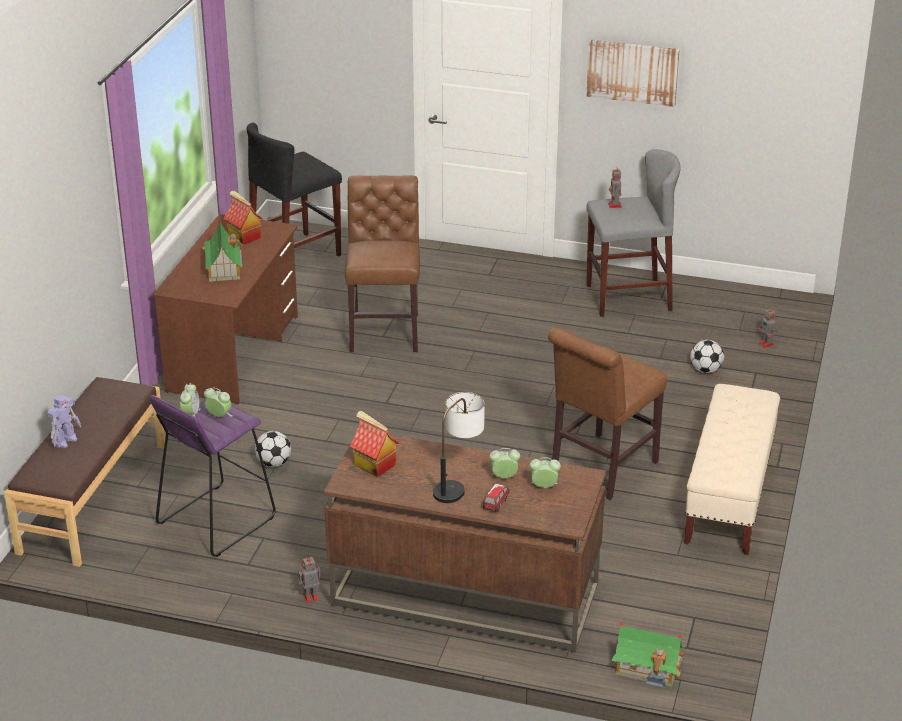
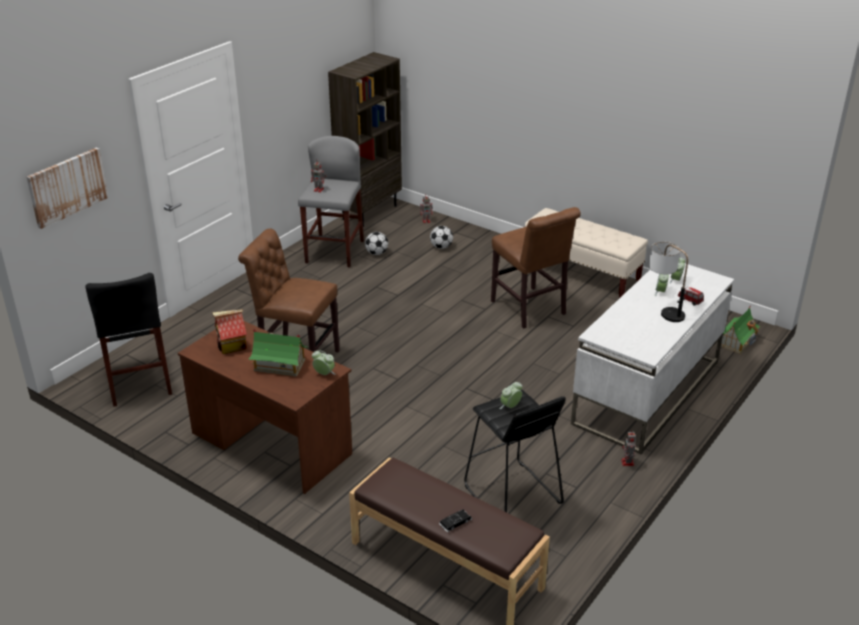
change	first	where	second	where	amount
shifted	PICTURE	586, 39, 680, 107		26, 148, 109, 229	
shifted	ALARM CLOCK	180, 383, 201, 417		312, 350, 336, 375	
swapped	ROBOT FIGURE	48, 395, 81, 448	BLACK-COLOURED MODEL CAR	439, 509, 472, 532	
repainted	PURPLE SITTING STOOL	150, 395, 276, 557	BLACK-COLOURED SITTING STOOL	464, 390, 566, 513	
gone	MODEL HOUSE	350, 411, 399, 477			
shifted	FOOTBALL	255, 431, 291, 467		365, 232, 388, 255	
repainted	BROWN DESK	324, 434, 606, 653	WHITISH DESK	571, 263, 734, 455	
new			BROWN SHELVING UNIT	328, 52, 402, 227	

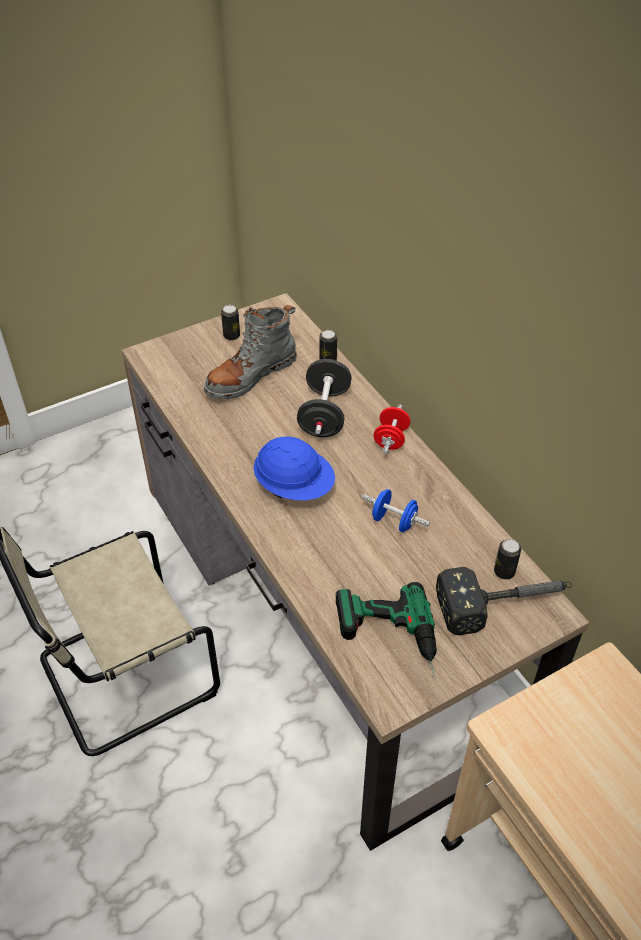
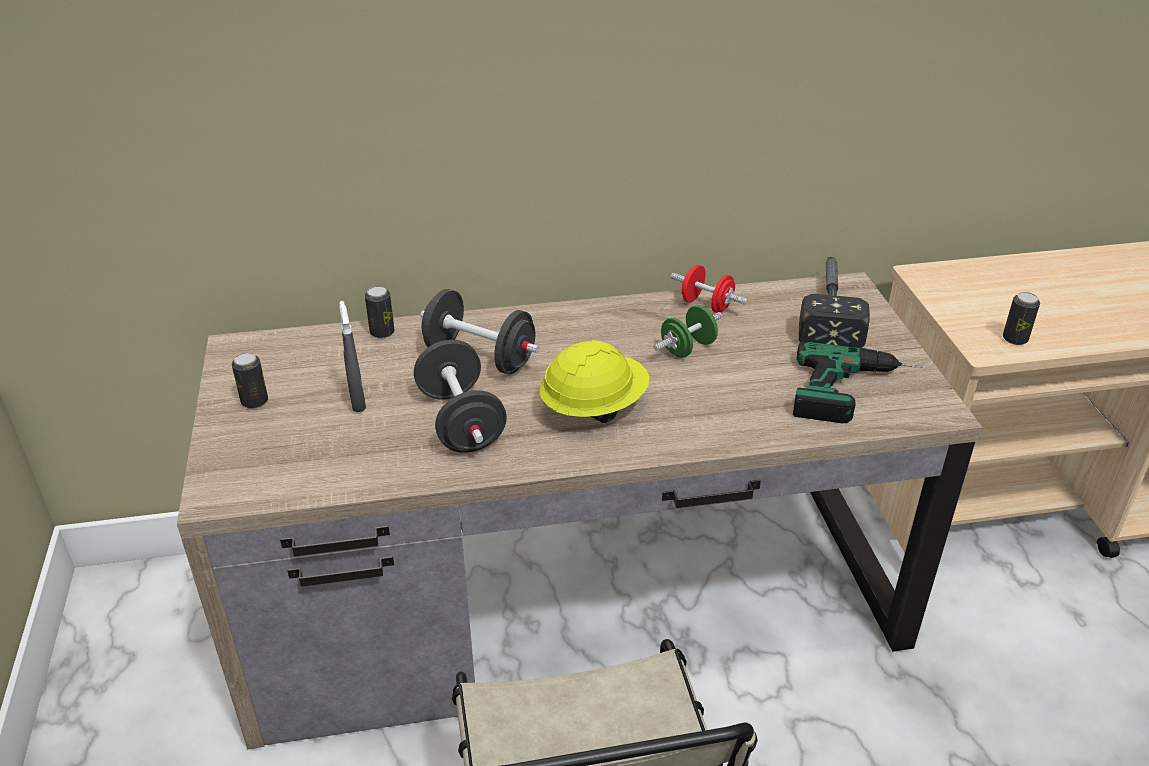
change	first	where	second	where	amount
swapped	GREYISH TALL BOOT	204, 305, 297, 399	GREYISH HAND SPRAYER	339, 301, 366, 412	
shifted	RED-COLOURED DUMBBELL	374, 404, 410, 454		671, 265, 748, 313	
repainted	BLUISH HARD HAT	254, 437, 335, 500	YELLOWISH HARD HAT	539, 340, 649, 423	
repainted	BLUISH DUMBBELL	362, 489, 430, 532	GREENISH DUMBBELL	654, 305, 722, 358	
shifted	CAN	494, 539, 521, 579		1003, 292, 1040, 345	
new			BLACK-COLOURED DUMBBELL	414, 340, 507, 453	

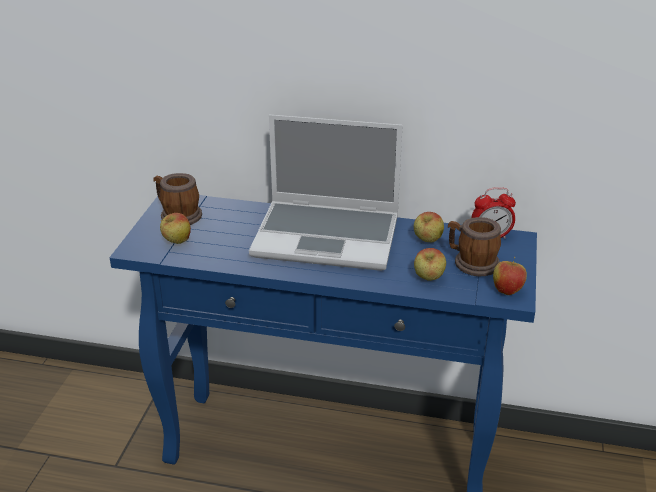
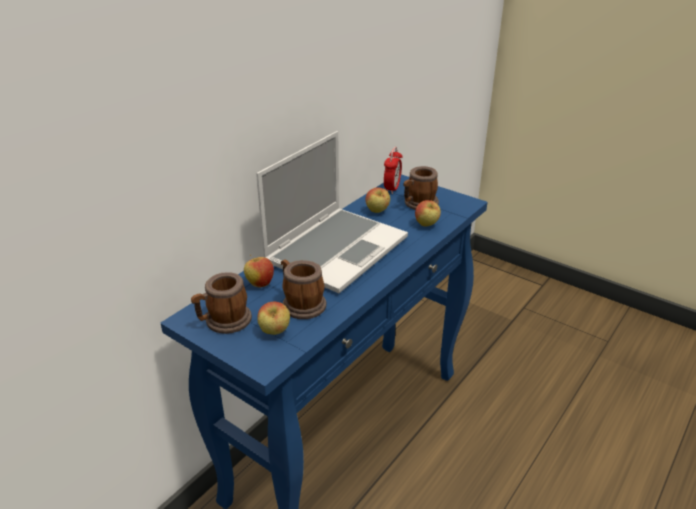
change	first	where	second	where	amount
shifted	APPLE FRUIT	493, 257, 527, 295		244, 255, 274, 288	
new			COFFEE MUG	281, 259, 326, 319	

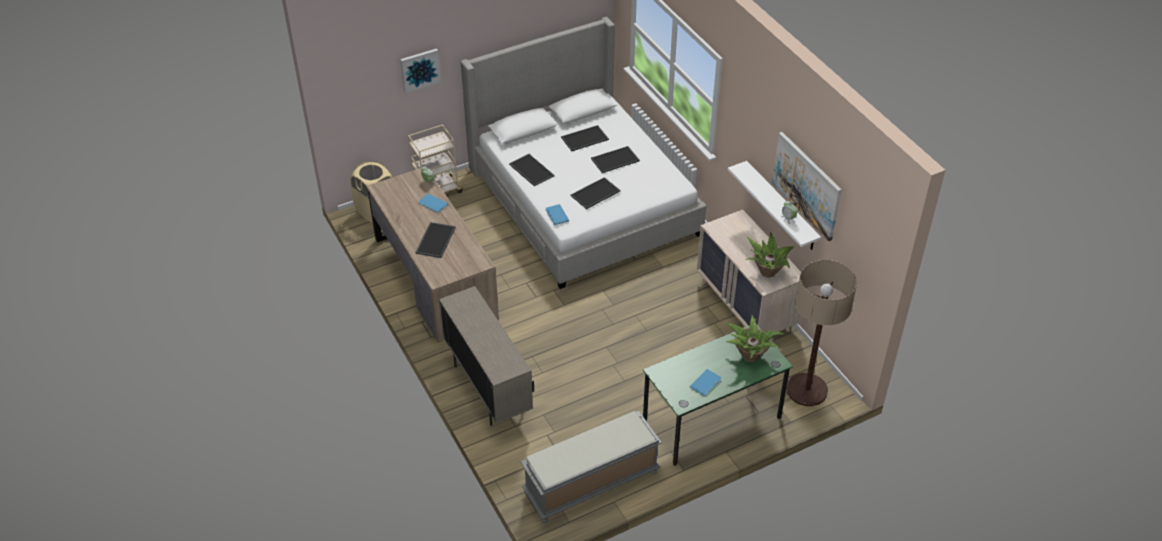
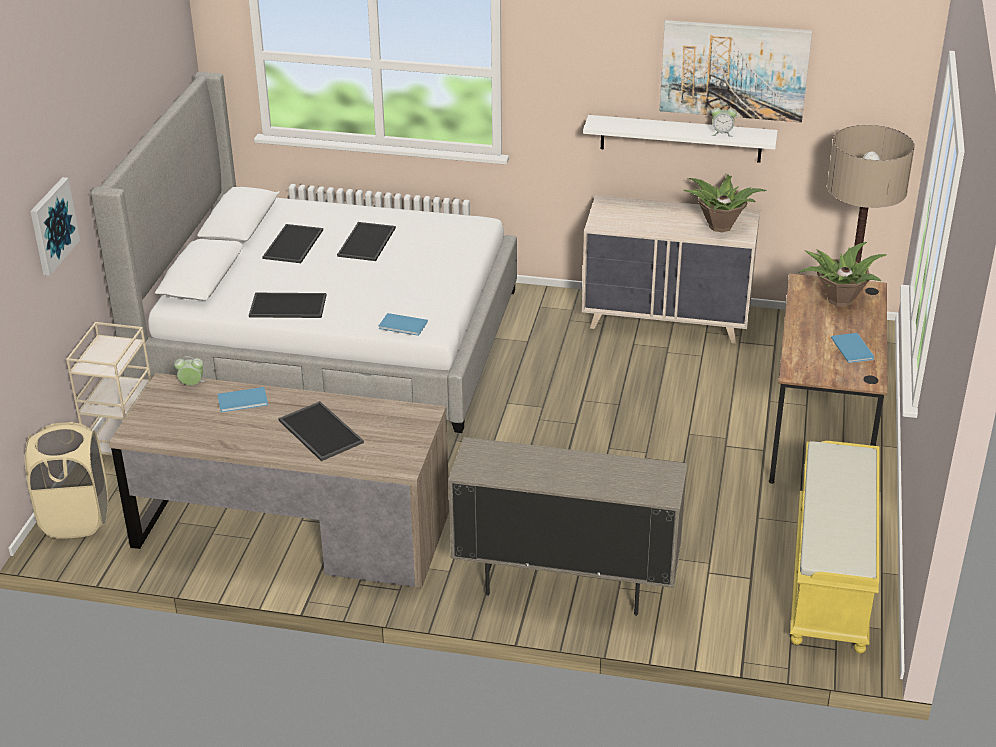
change	first	where	second	where	amount
gone	TRAY	571, 177, 620, 209			
repainted	GREENISH DESK	643, 324, 793, 466	BROWN DESK	769, 274, 887, 484	
repainted	GREYISH BENCH	520, 411, 662, 523	YELLOWISH BENCH	790, 441, 880, 653	

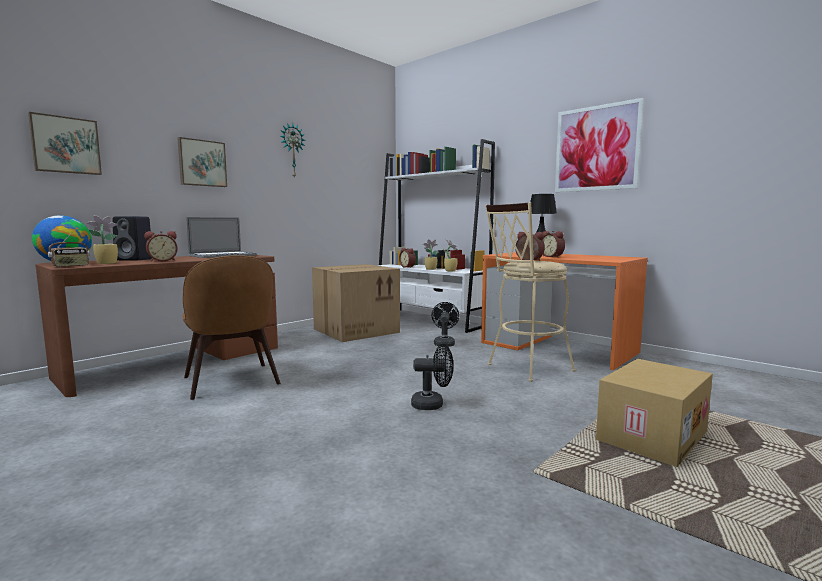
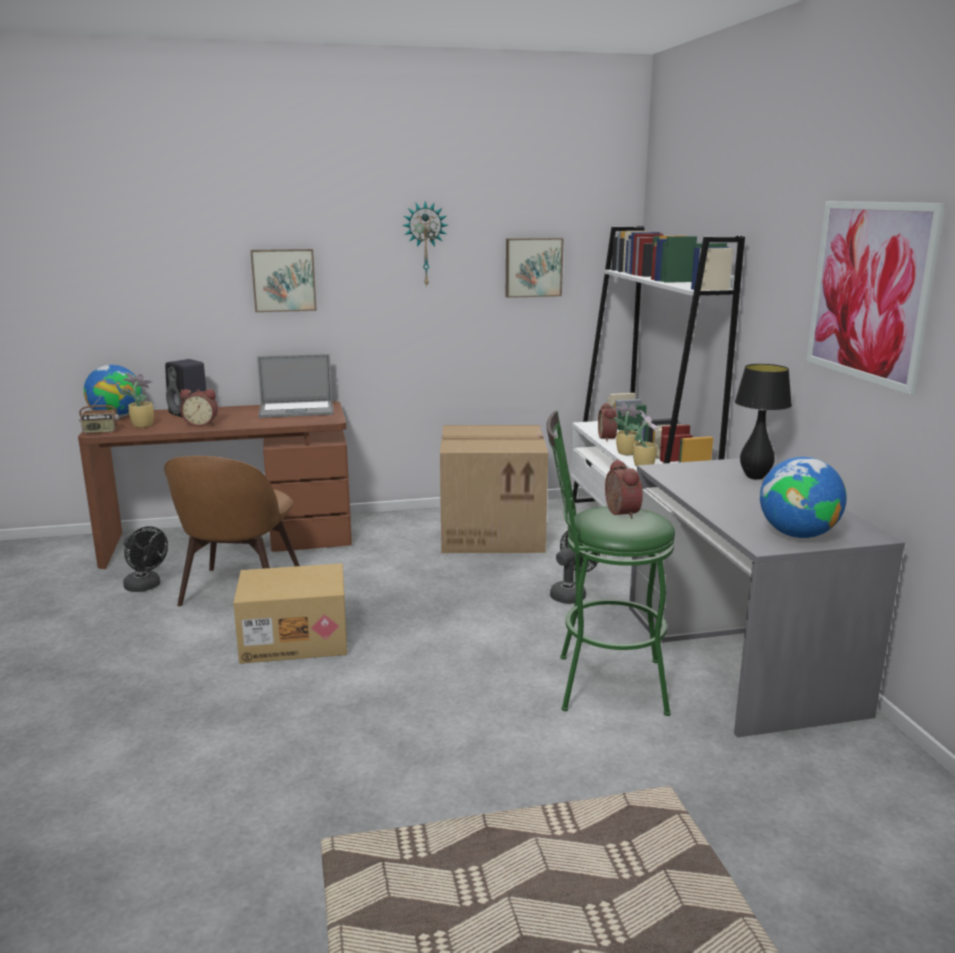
change	first	where	second	where	amount
shifted	PICTURE	28, 112, 102, 175		506, 238, 564, 298	
repainted	BEIGE SITTING STOOL	485, 202, 576, 382	GREENISH SITTING STOOL	546, 410, 675, 716	
gone	ALARM CLOCK	543, 231, 565, 257			
repainted	ORANGEY DESK	481, 252, 648, 370	GREYISH DESK	629, 458, 905, 737	
shifted	BLACK-COLOURED FAN	411, 344, 454, 410		123, 526, 168, 592	
shifted	CARTON	596, 359, 713, 467		233, 563, 347, 664	
new			DESK GLOBE	760, 457, 847, 538	

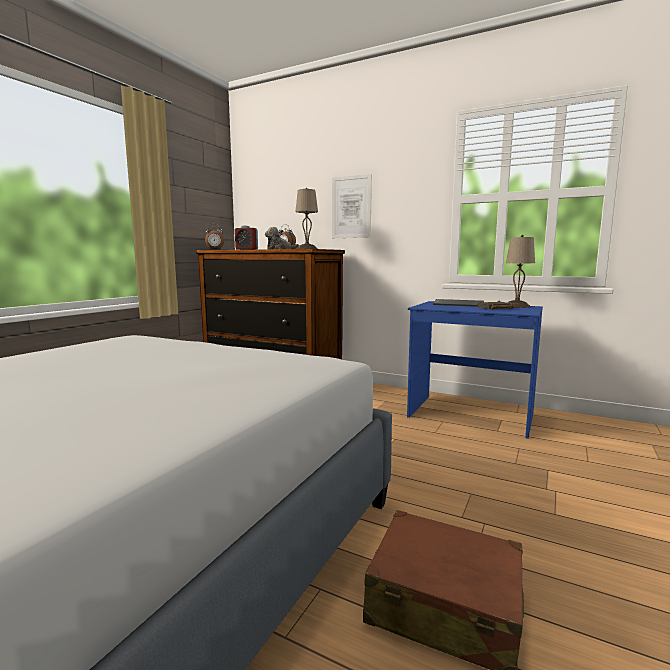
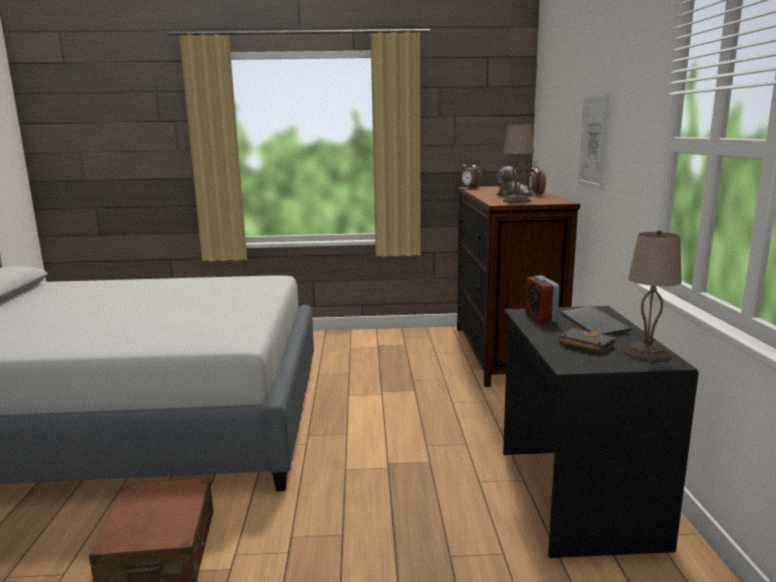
change	first	where	second	where	amount
shifted	ALARM CLOCK	235, 225, 258, 250		525, 276, 560, 323	
repainted	BLUISH DESK	407, 301, 543, 439	BLACK-COLOURED DESK	503, 306, 699, 558	

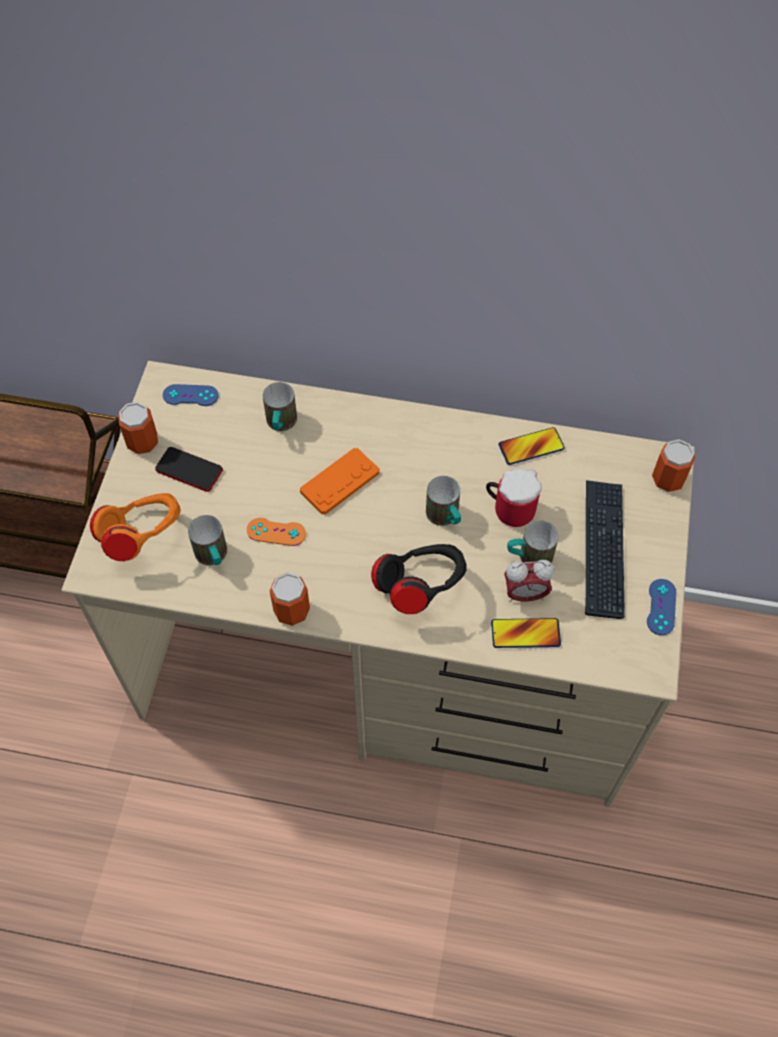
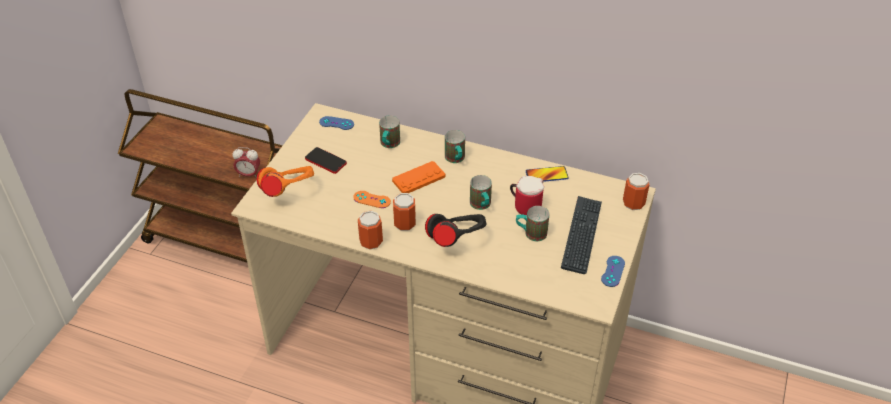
change	first	where	second	where	amount
shifted	CAN	118, 402, 158, 454		393, 193, 416, 231	
shifted	COFFEE MUG	188, 515, 227, 565		445, 130, 465, 163	
shifted	ALARM CLOCK	504, 560, 554, 602		232, 147, 260, 178	
gone	HANDSET	491, 618, 561, 648			

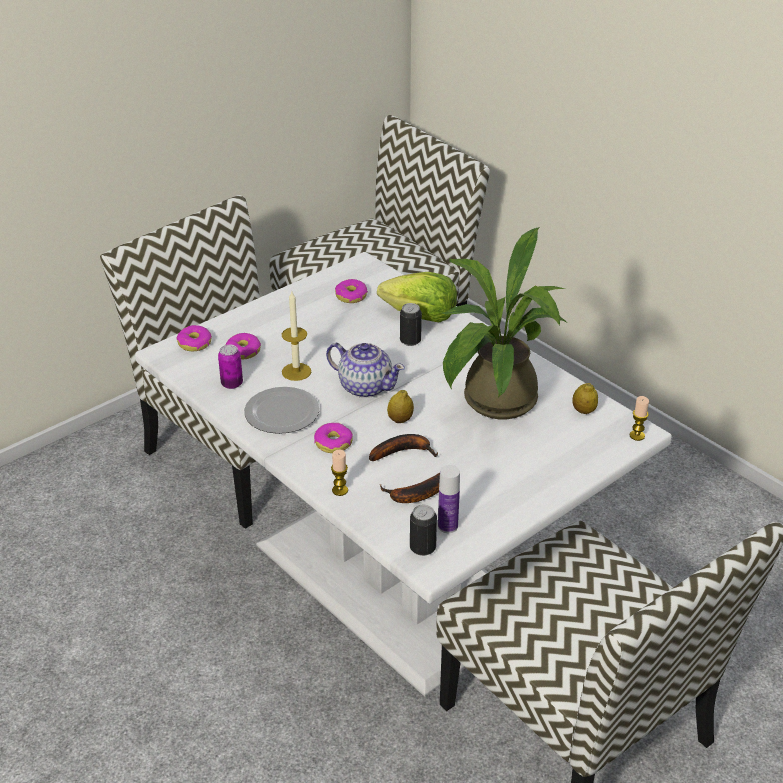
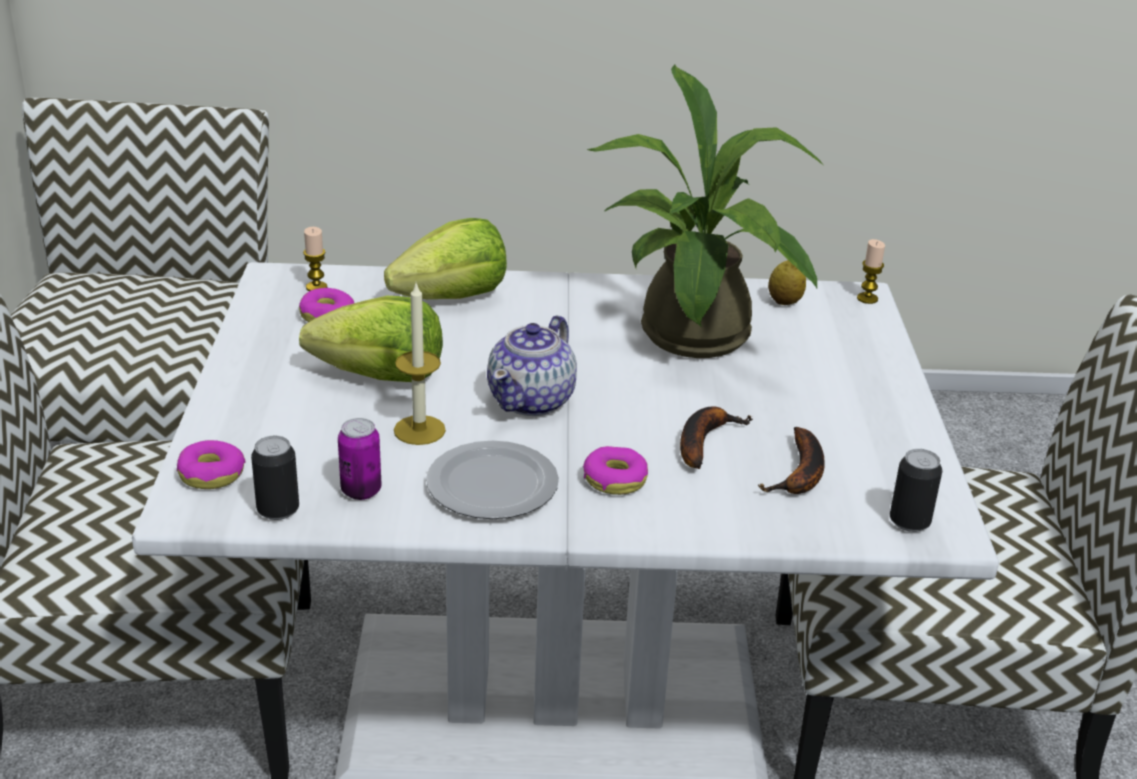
change	first	where	second	where	amount
shifted	CAN	400, 303, 422, 346		251, 436, 299, 520	
gone	RING DOUGHNUT	226, 333, 261, 359			
rotated	TEA POT	326, 343, 405, 398		487, 315, 577, 416	135 degrees clockwise
gone	LEMON	387, 390, 414, 423			
shifted	WAX CANDLE	331, 450, 348, 496		303, 227, 327, 291	
gone	BOTTLE	438, 465, 460, 533			
new			LETTUCE	299, 296, 443, 382	

